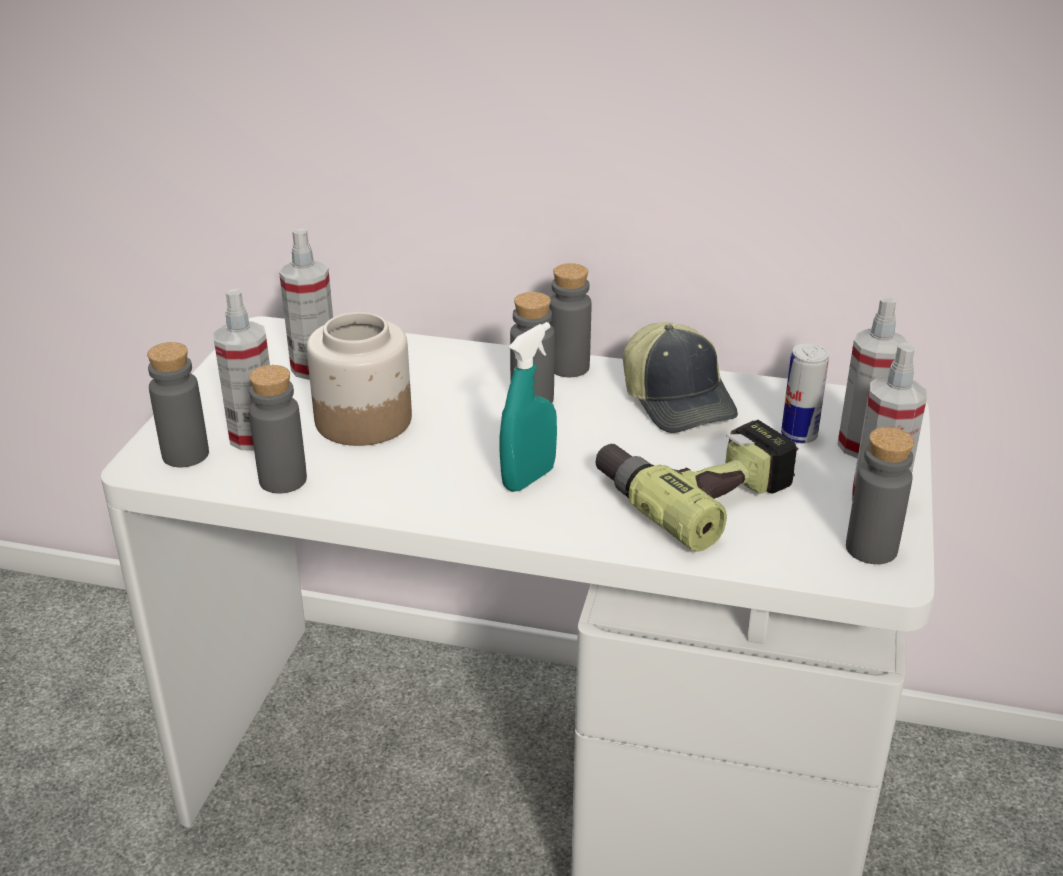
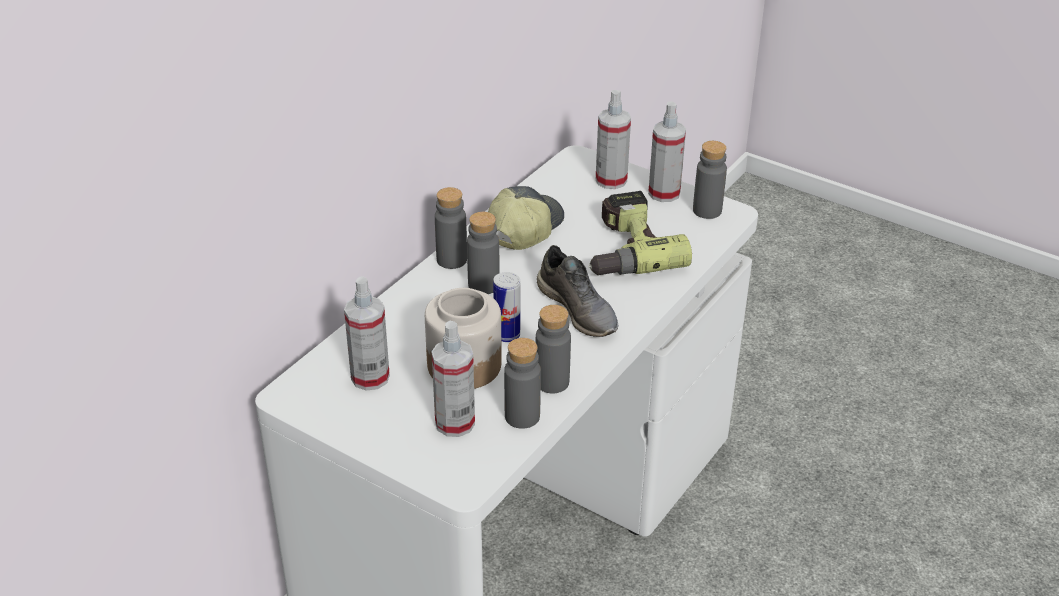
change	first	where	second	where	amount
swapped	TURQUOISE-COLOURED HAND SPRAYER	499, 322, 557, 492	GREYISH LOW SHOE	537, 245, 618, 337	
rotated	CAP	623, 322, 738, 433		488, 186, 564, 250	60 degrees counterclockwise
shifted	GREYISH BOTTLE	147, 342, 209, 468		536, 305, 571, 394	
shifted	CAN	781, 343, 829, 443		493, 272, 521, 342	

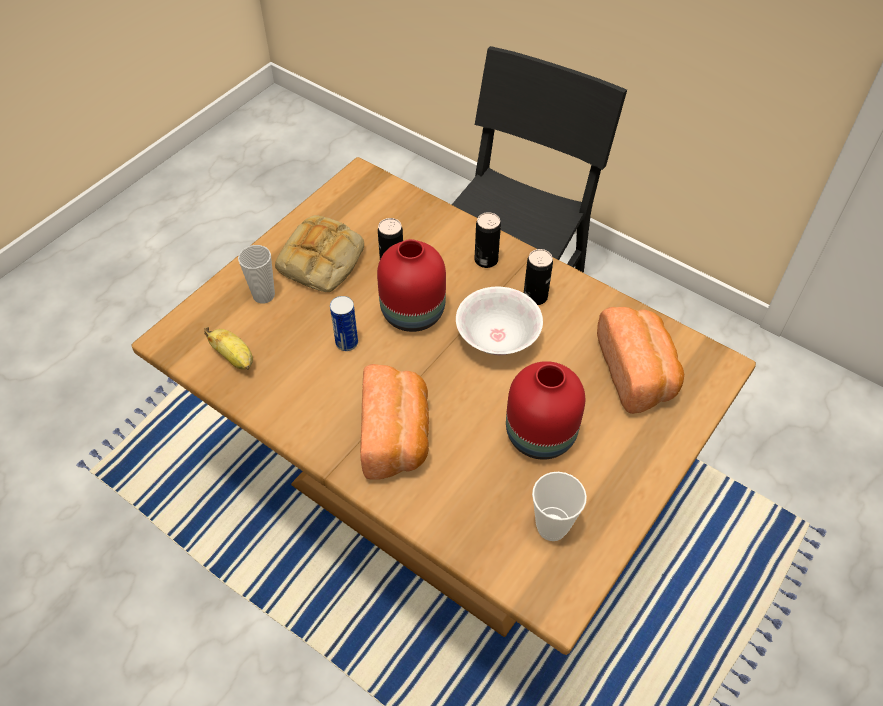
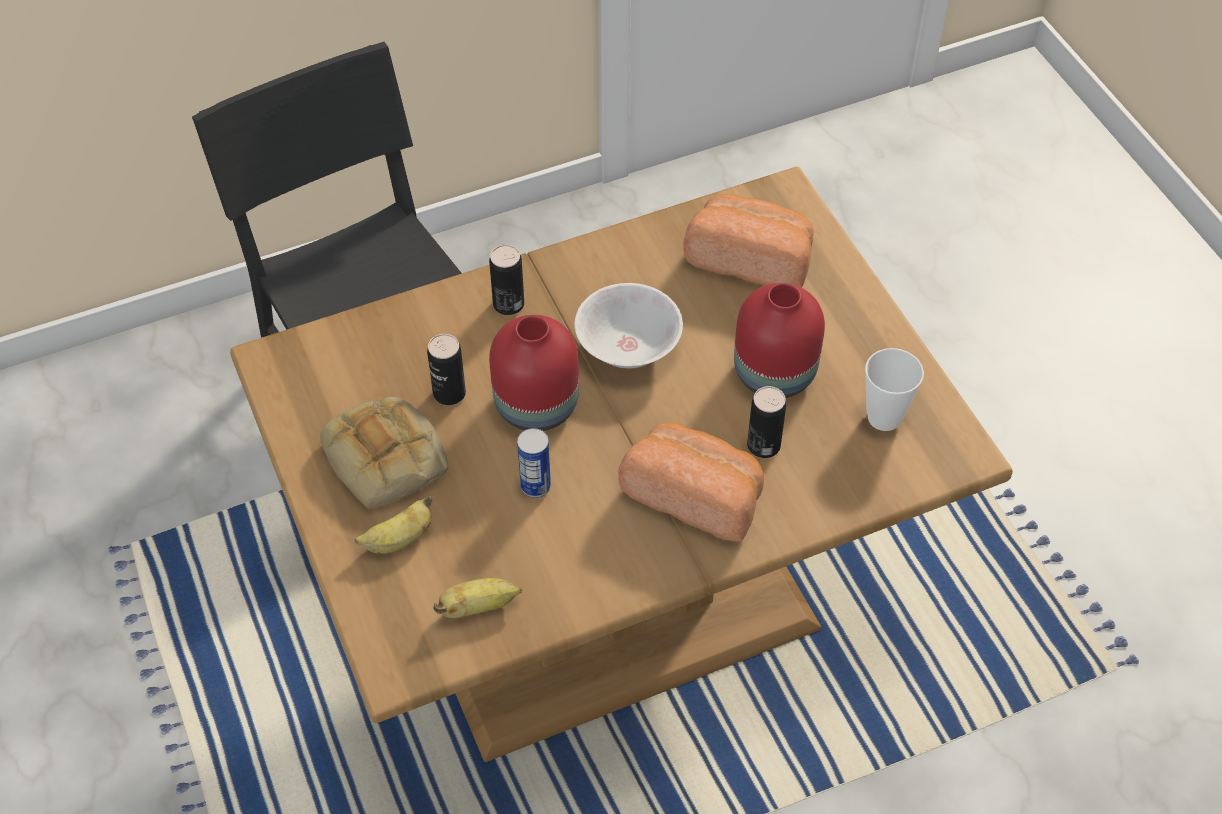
change	first	where	second	where	amount
swapped	SMALL CUP	238, 245, 275, 303	BANANA	354, 496, 432, 554	
shifted	CAN	524, 249, 553, 305		747, 386, 786, 458	

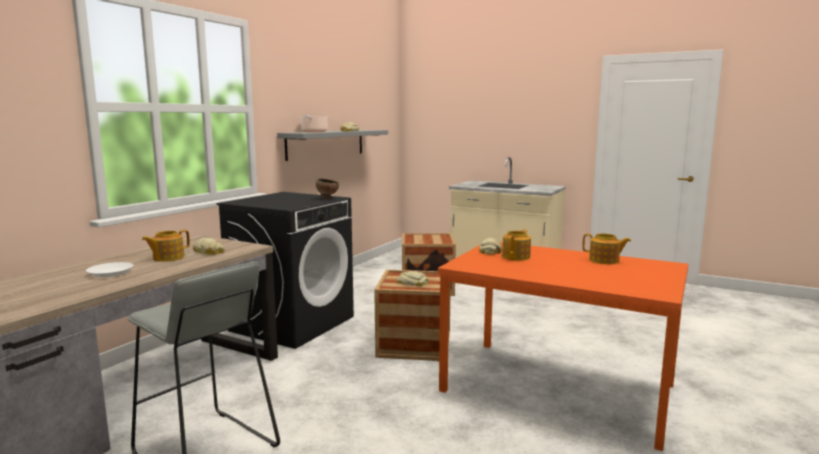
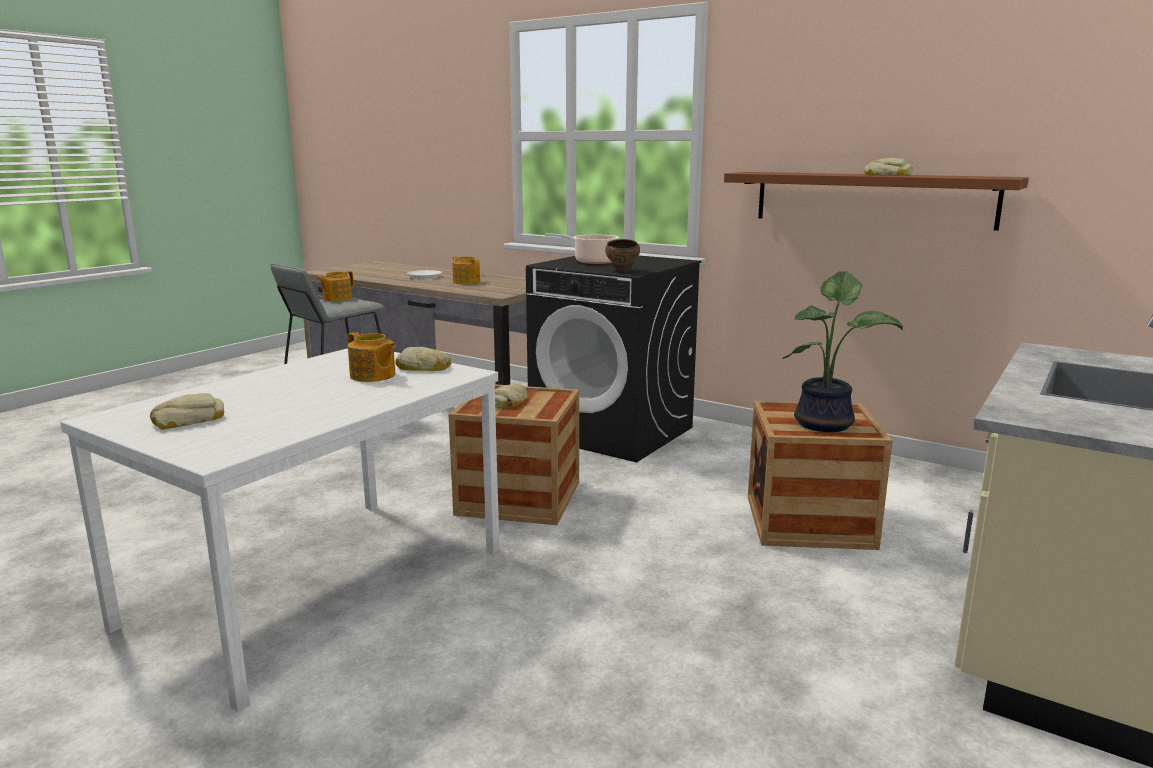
change	first	where	second	where	amount
shifted	SAUCEPOT	301, 115, 328, 132		545, 233, 619, 264	
repainted	GREYISH BRACKET SHELF	277, 130, 388, 161	BROWN BRACKET SHELF	724, 172, 1029, 231	
shifted	TEA POT	582, 233, 631, 264		317, 271, 354, 301	
shifted	BAKERY BREAD	193, 238, 225, 255		150, 393, 224, 430	
repainted	ORANGEY DINING TABLE	438, 242, 688, 451	WHITISH DINING TABLE	60, 348, 500, 713	
new			HOUSEPLANT	782, 271, 903, 432	

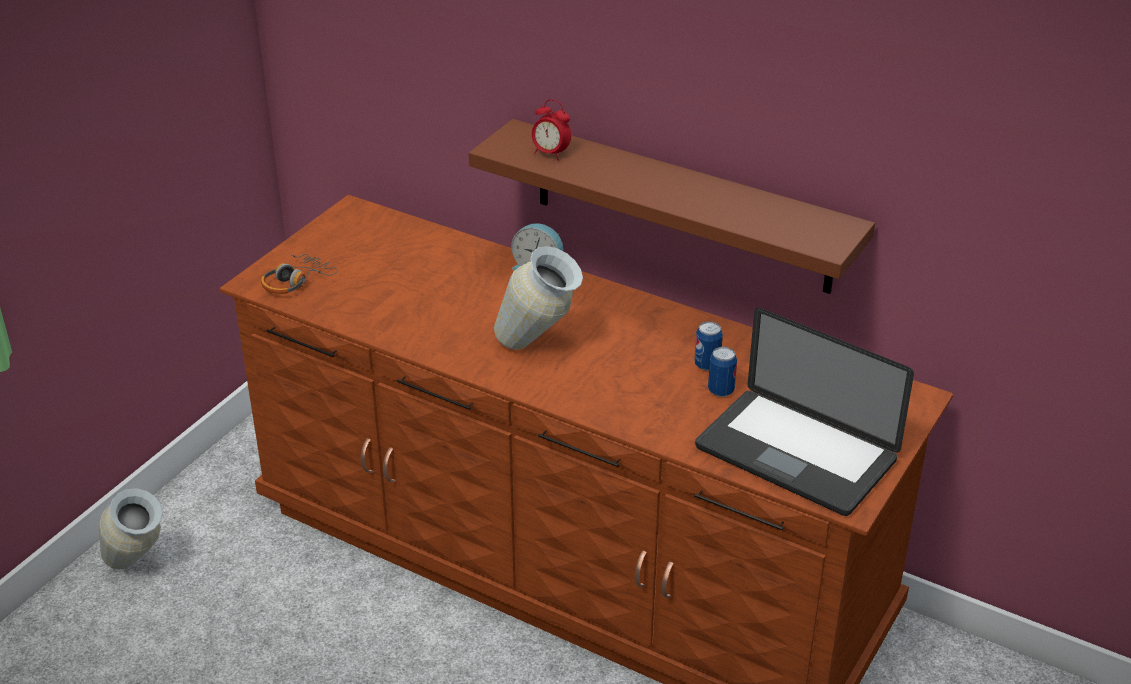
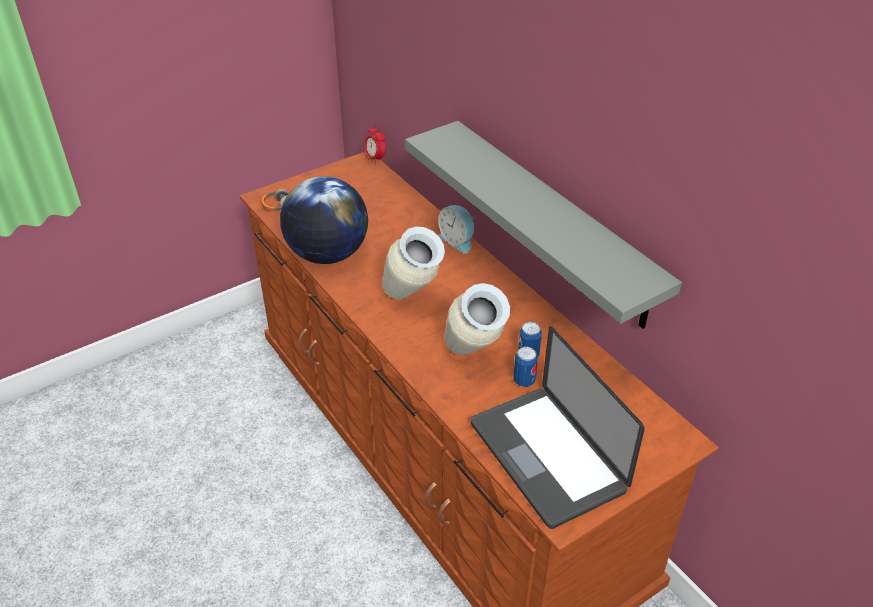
change	first	where	second	where	amount
shifted	ALARM CLOCK	532, 99, 571, 161		365, 124, 386, 164	
repainted	BROWN BRACKET SHELF	469, 119, 875, 294	GREYISH BRACKET SHELF	405, 121, 682, 329	
shifted	VASE	99, 488, 163, 570		444, 283, 510, 355	
new			DESK GLOBE	280, 176, 368, 264	

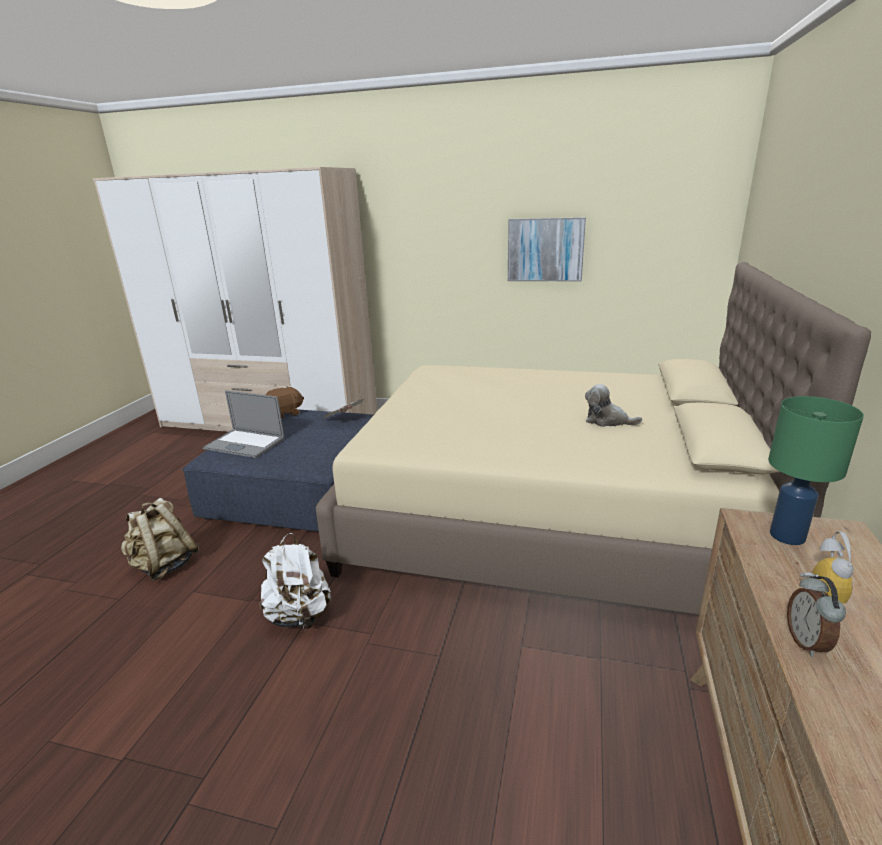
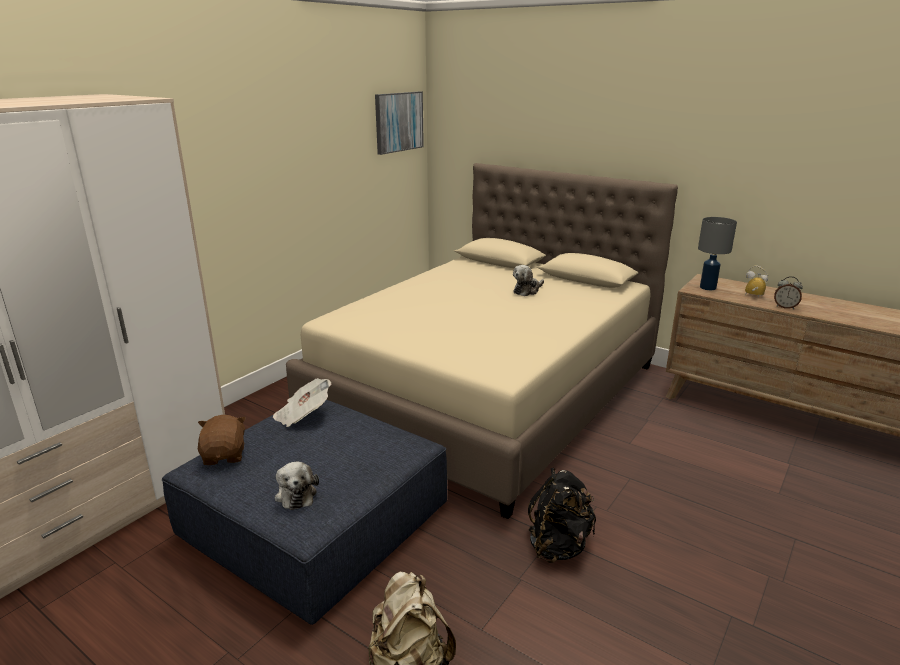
change	first	where	second	where	amount
shifted	PICTURE	508, 217, 586, 281		375, 91, 424, 155	
swapped	NOTEBOOK COMPUTER	203, 390, 284, 458	PLUSH TOY	275, 462, 319, 510	
repainted	GREENISH TABLETOP LAMP	768, 396, 864, 545	GREYISH TABLETOP LAMP	698, 217, 737, 290	
repainted	WHITISH BACKPACK	259, 533, 331, 631	BLACK-COLOURED BACKPACK	528, 468, 596, 563	

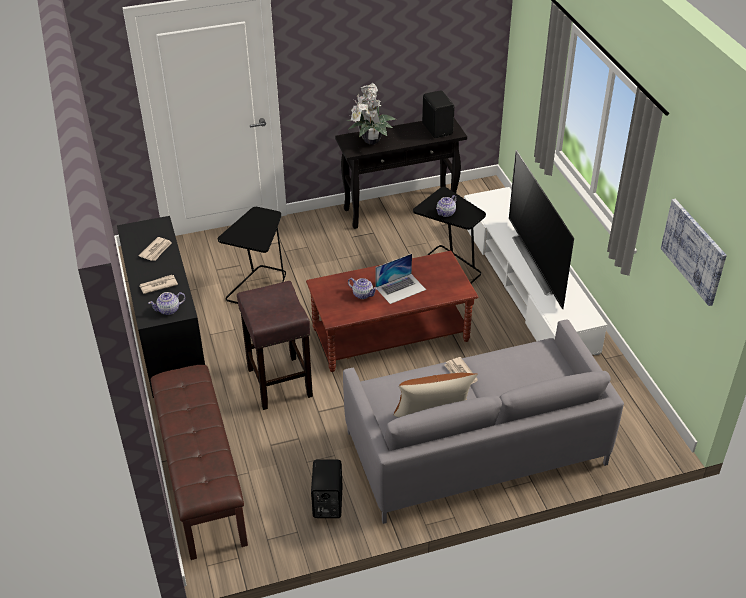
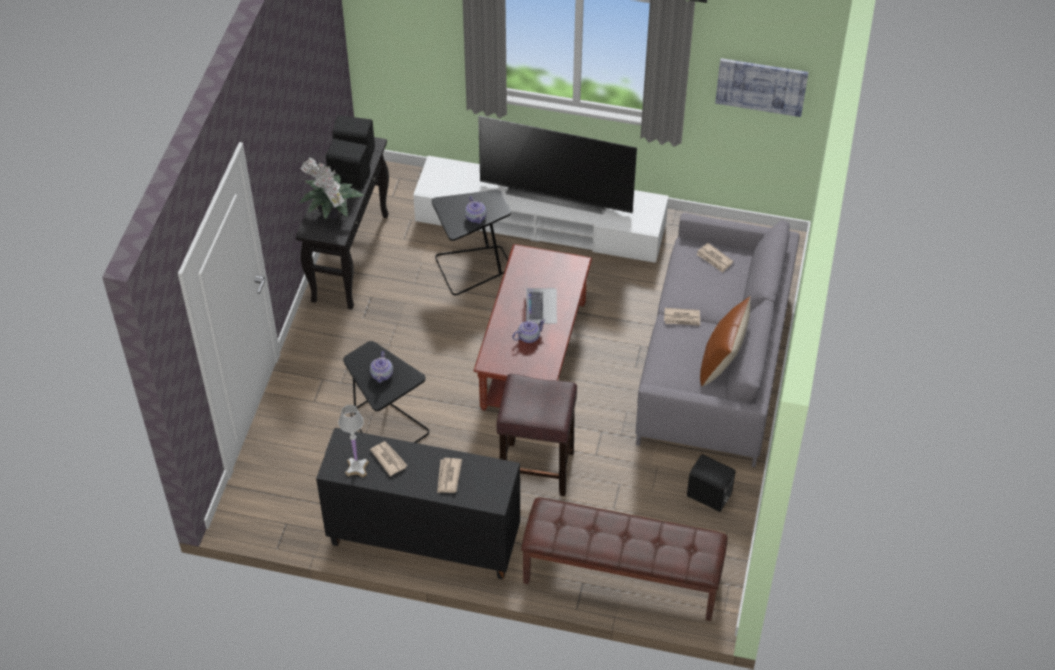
change	first	where	second	where	amount
shifted	TEA POT	149, 292, 186, 315		370, 351, 393, 383	
new			BLACK-COLOURED LOUDSPEAKER	326, 139, 370, 190	
new			PRINTED PAPER	696, 243, 733, 273	
new			WHITISH TABLETOP LAMP	338, 405, 369, 478	

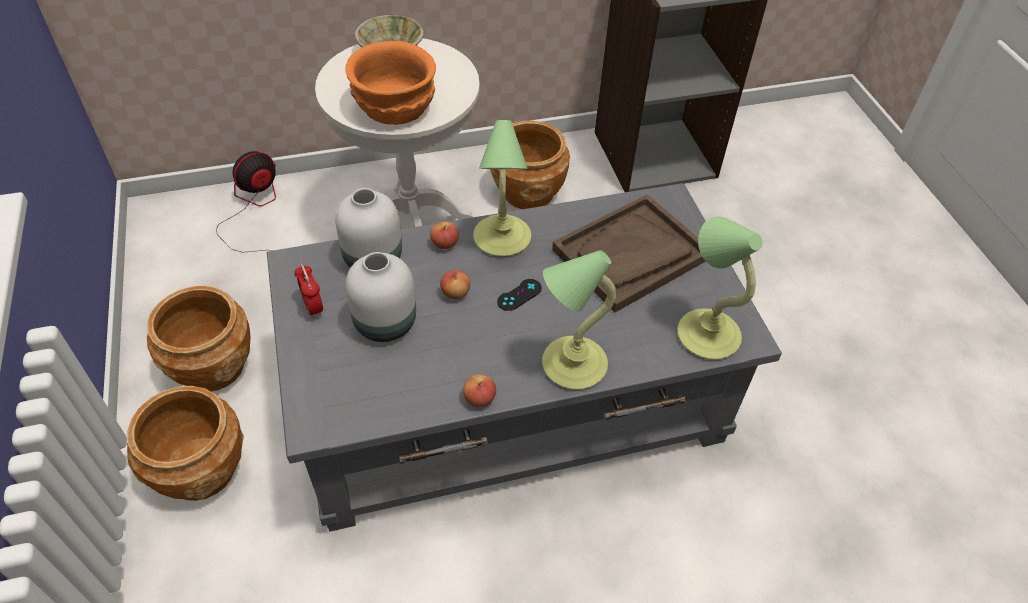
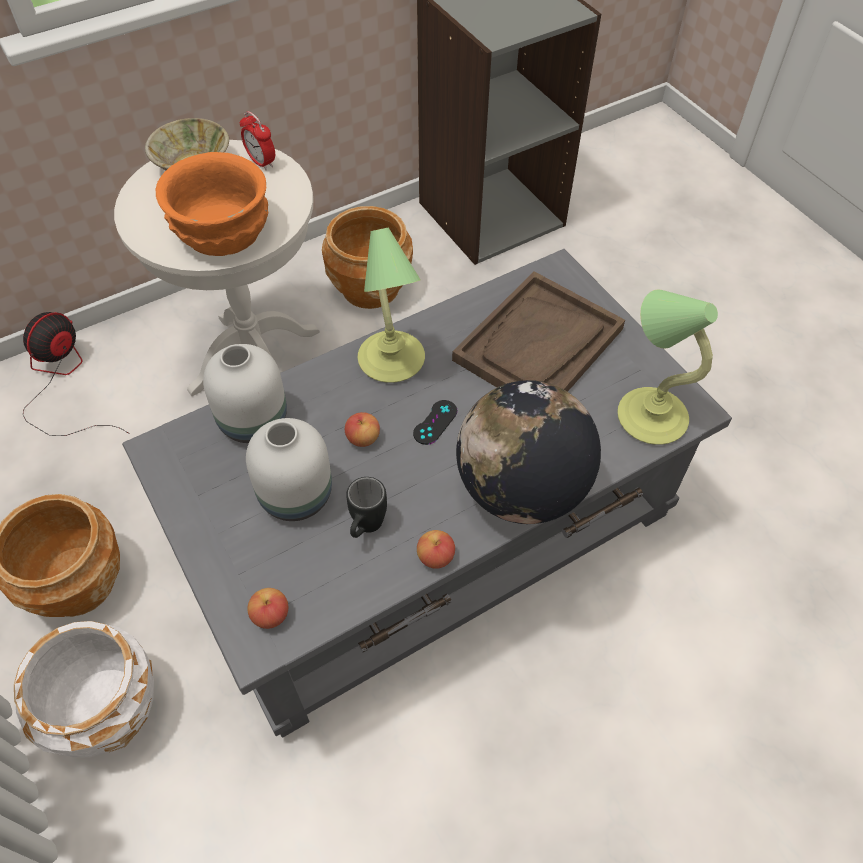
change	first	where	second	where	amount
shifted	APPLE FRUIT	430, 221, 459, 249		247, 588, 288, 629	
swapped	TABLETOP LAMP	542, 250, 616, 390	DESK GLOBE	456, 380, 601, 524	
shifted	ALARM CLOCK	294, 264, 323, 318		240, 111, 275, 170	
repainted	BROWN FLOWER POT	127, 386, 244, 501	WHITISH FLOWER POT	14, 621, 154, 758	
new			BLACK-COLOURED COFFEE MUG	346, 477, 387, 538	

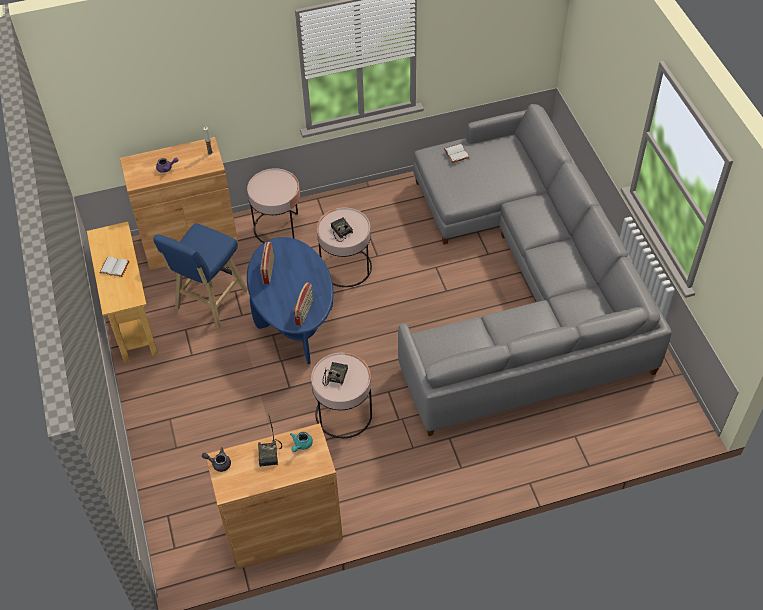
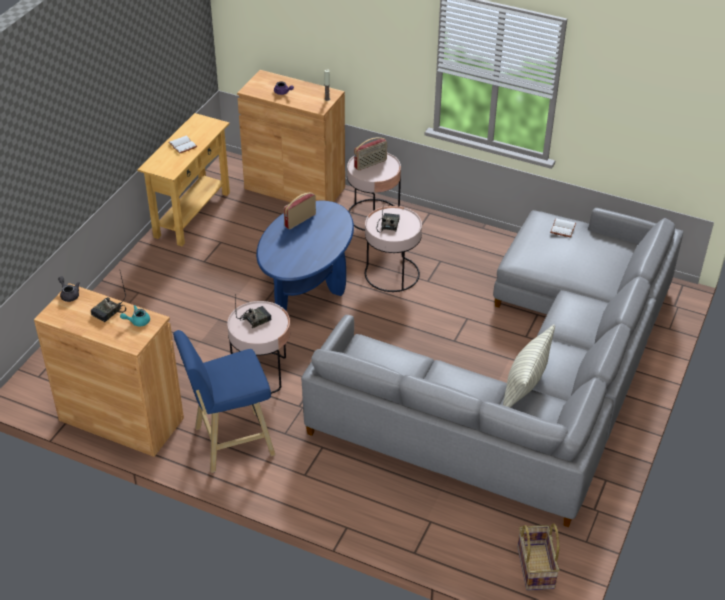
change	first	where	second	where	amount
shifted	BLUISH SITTING STOOL	153, 223, 248, 328		173, 330, 276, 473	
shifted	RADIO RECEIVER	294, 283, 313, 326		354, 137, 387, 171	
new			CUSHION	503, 324, 555, 408	
new			STORAGE BASKET	517, 523, 560, 591	

